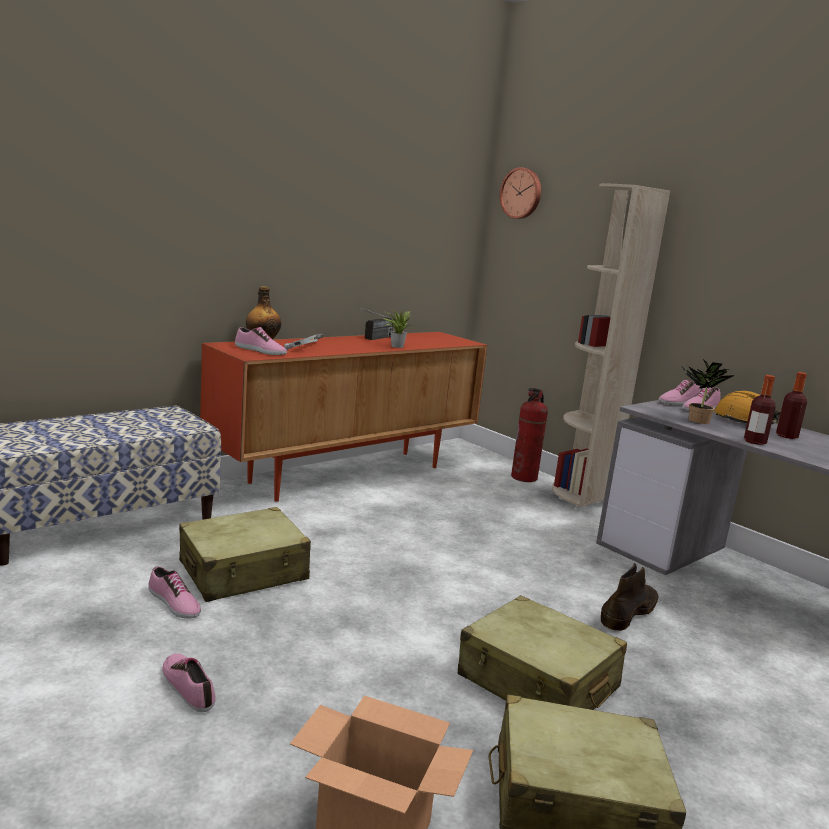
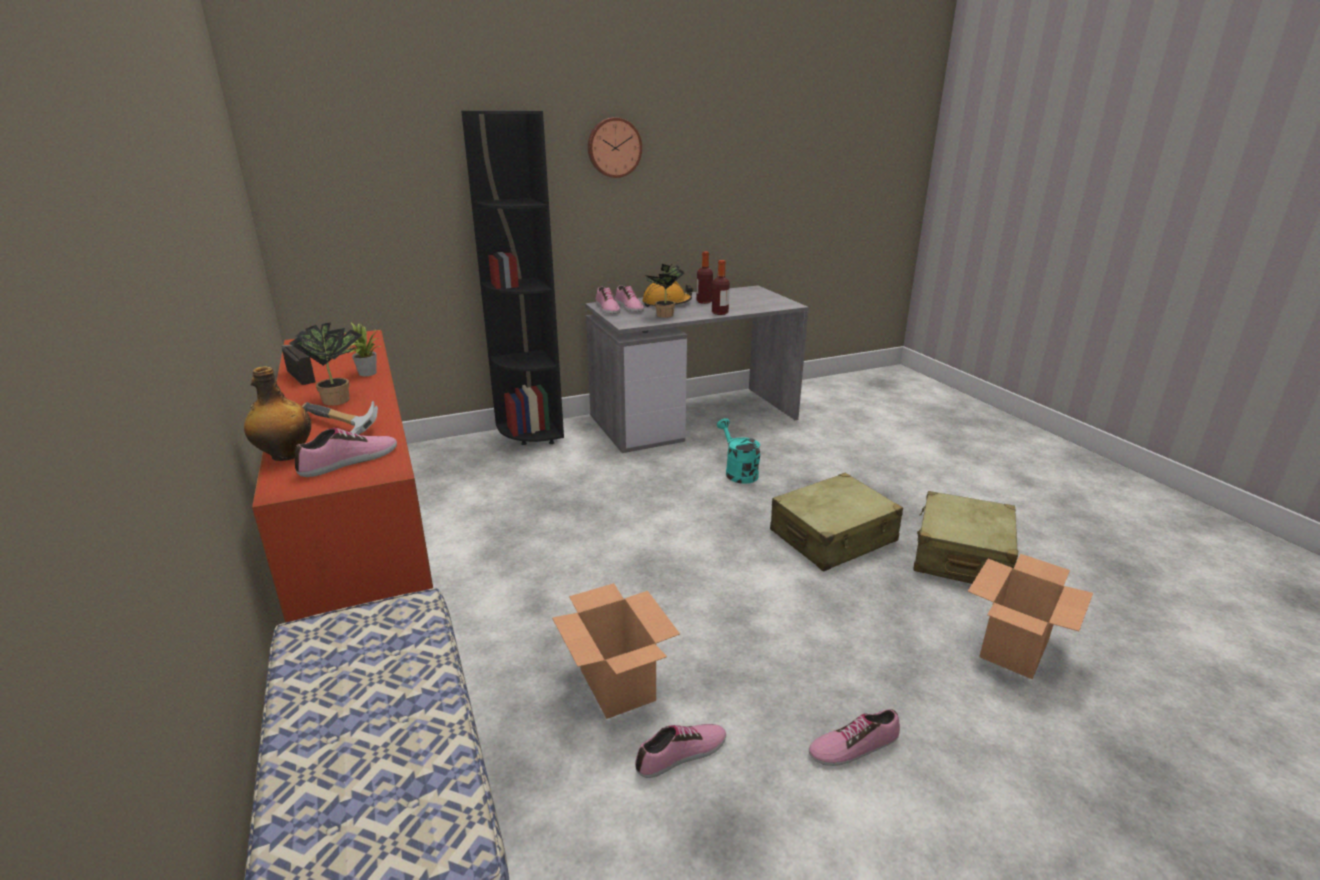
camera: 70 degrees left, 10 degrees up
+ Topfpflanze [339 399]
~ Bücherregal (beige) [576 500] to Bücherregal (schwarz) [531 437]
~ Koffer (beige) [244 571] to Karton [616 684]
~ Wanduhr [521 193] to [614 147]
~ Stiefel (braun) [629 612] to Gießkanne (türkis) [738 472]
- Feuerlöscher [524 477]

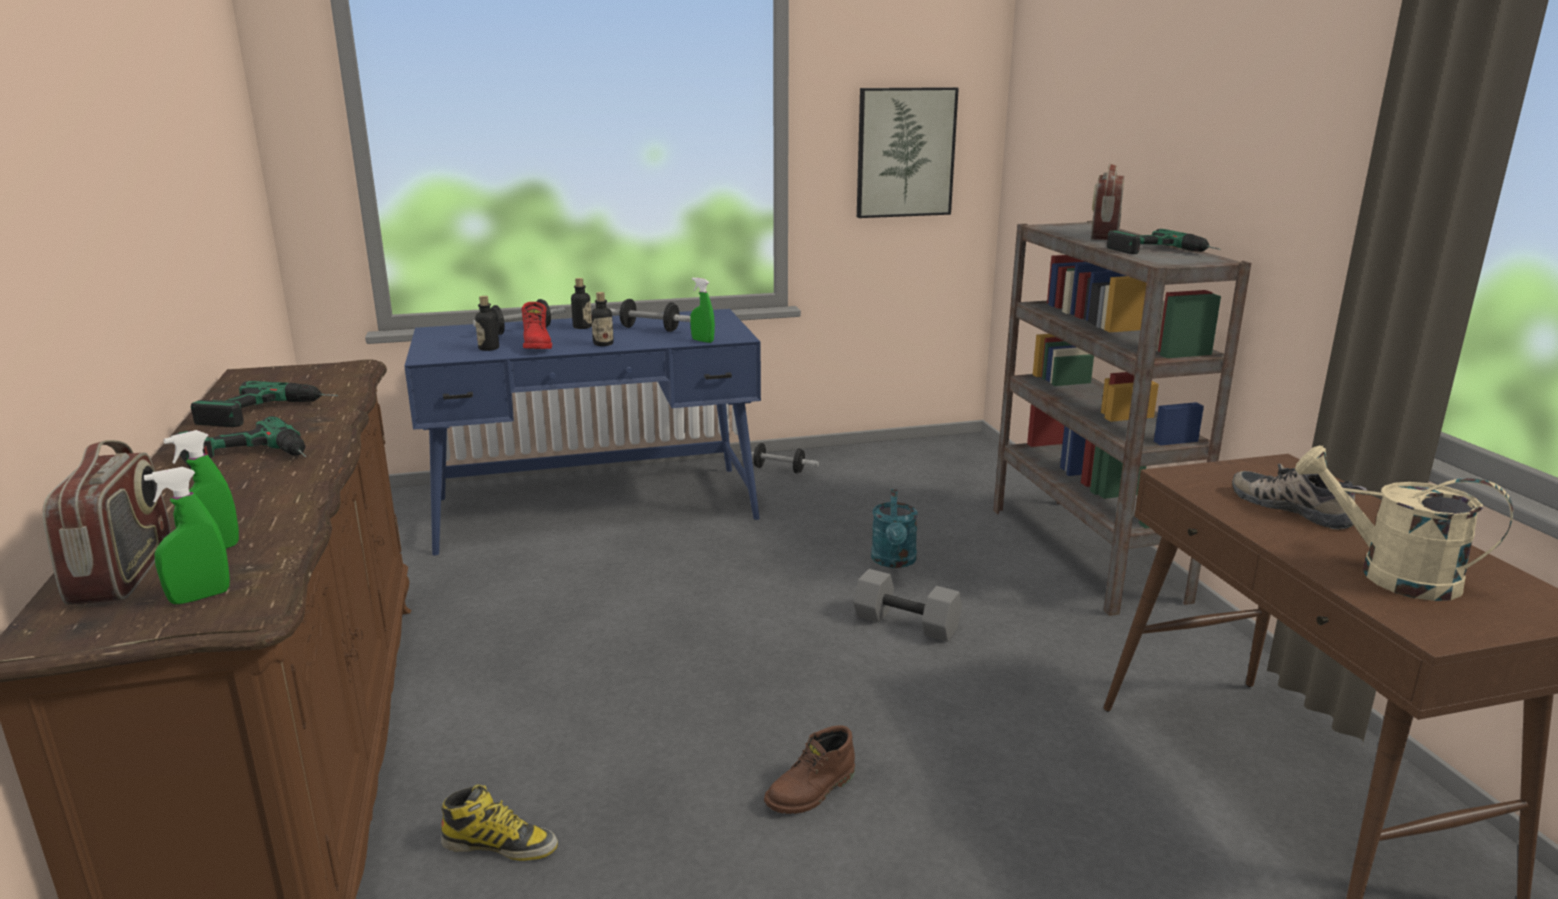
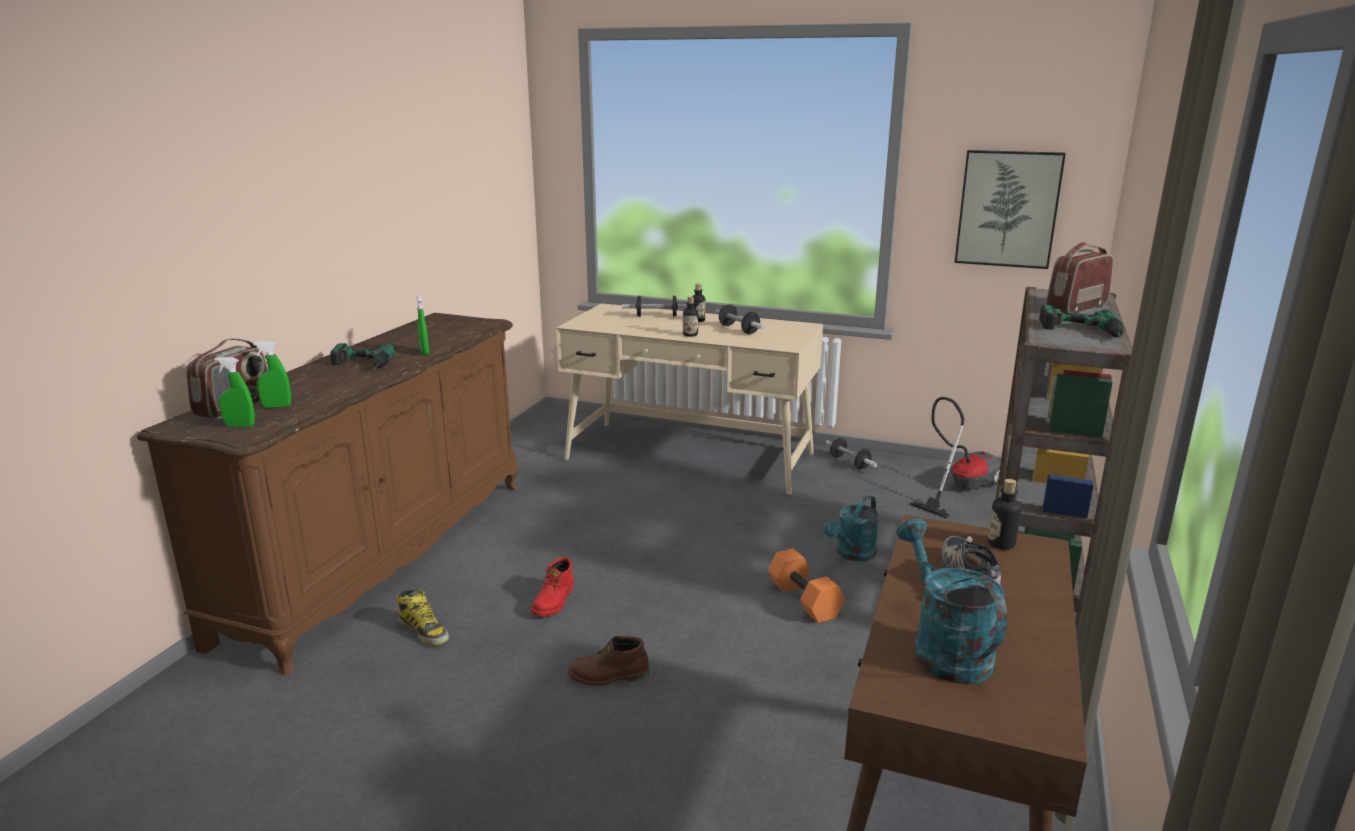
camera: 35 degrees right, 0 degrees up
~ Sprühflasche (grün) [702 341] to [424 352]
~ Stiefel (rot) [537 345] to [554 602]
~ Schreibtisch (blau) [596 508] to Schreibtisch (beige) [690 456]
~ Hantel (grau) [907 623] to Hantel (orange) [805 600]
~ Gießkanne (beige) [1390 574] to Gießkanne (türkis) [943 648]
+ Staubsauger [960 488]
~ Flasche [489 348] to [1001 544]
- Bohrmaschine [271 412]

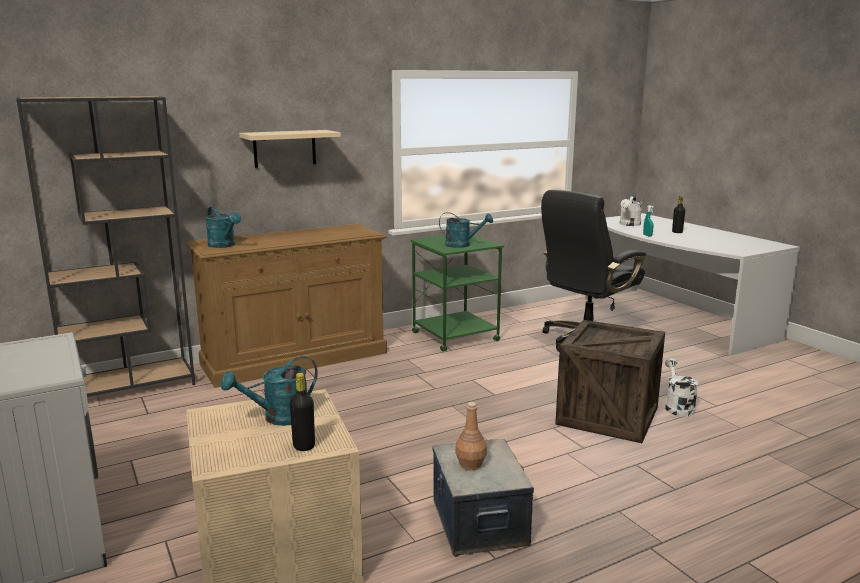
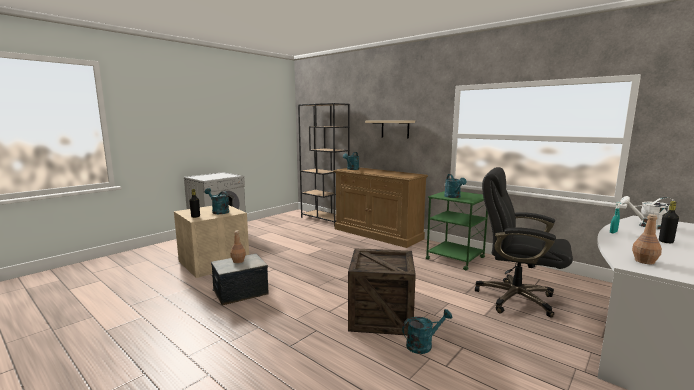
camera: 70 degrees right, 5 degrees down
~ Gießkanne (weiß) [677 406] to Gießkanne (türkis) [423 345]
+ Flasche (braun) [644 261]

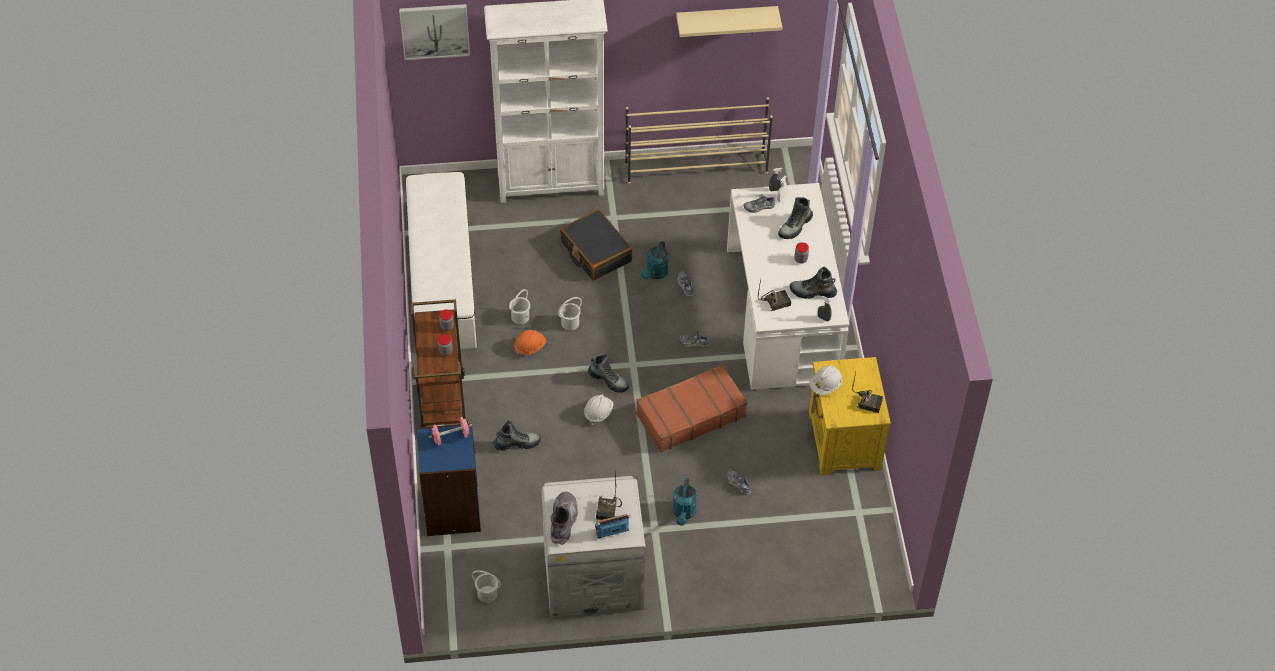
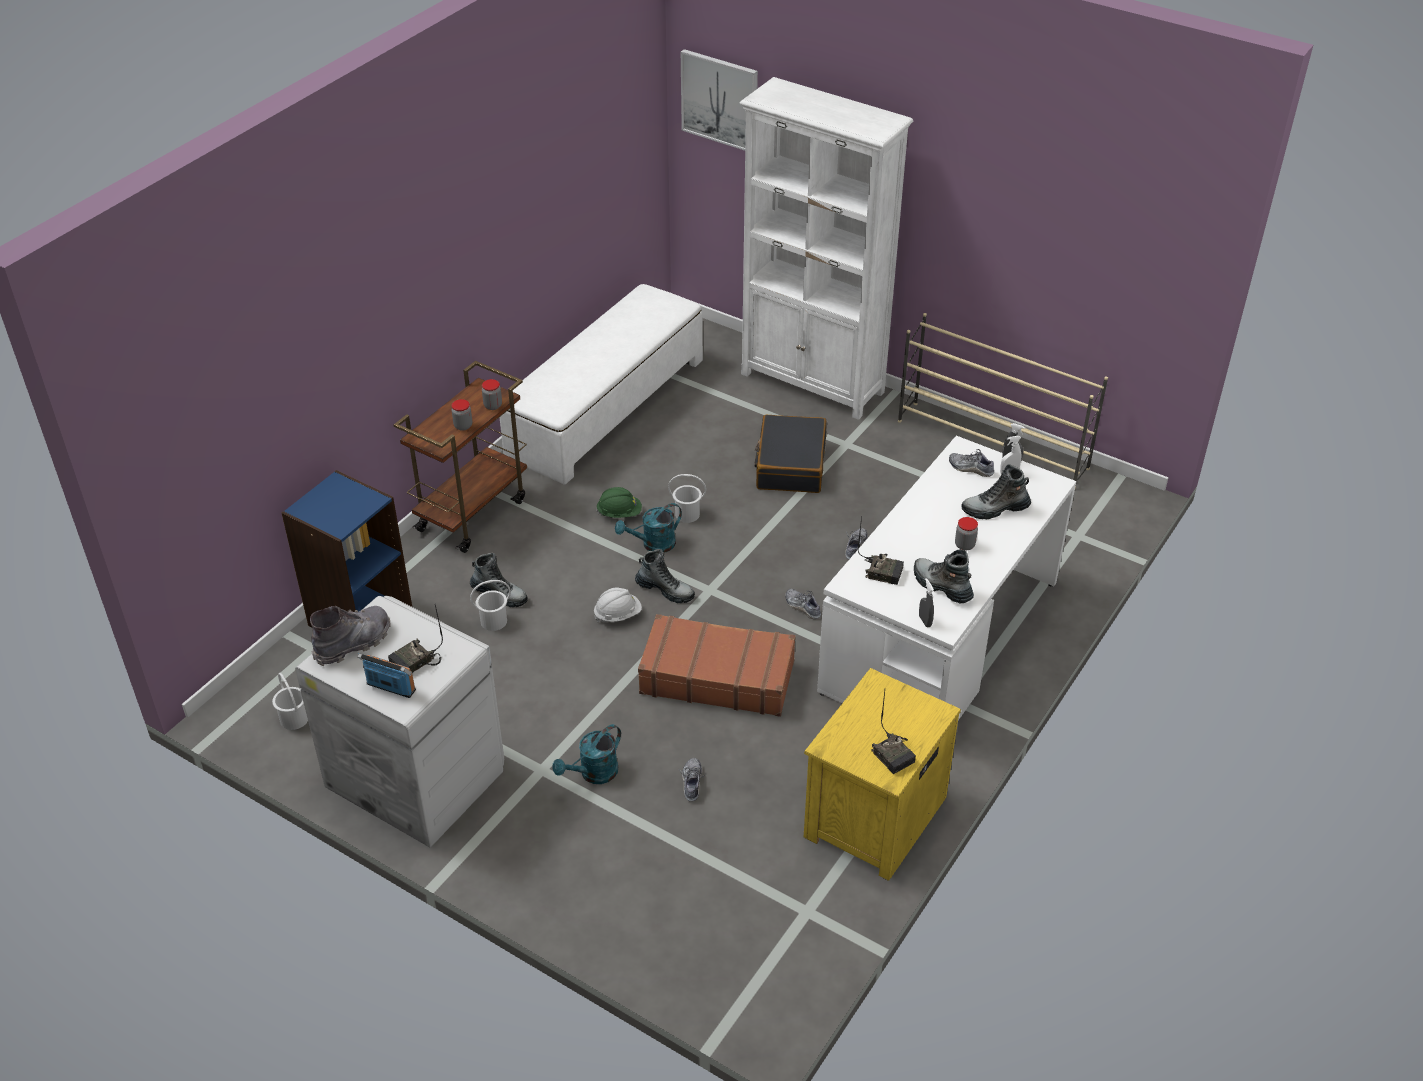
camera: 40 degrees right, 10 degrees down
~ Eimer (weiß) [520 317] to [493 621]
~ Schutzhelm (orange) [530 347] to Schutzhelm (grün) [619 513]
~ Gießkanne (türkis) [655 274] to [653 545]
~ Stiefel [608 380] = [665 590] 45 degrees counterclockwise
- Hantel (rosa) [451 437]
- Wandregal (beige) [726 20]
- Schutzhelm (weiß) [825 386]

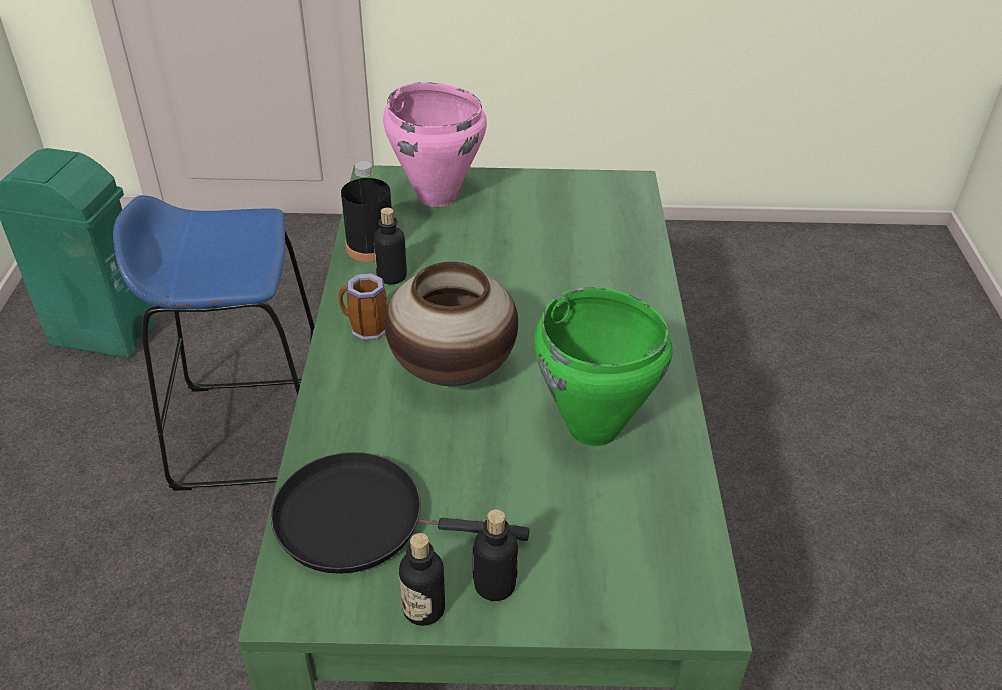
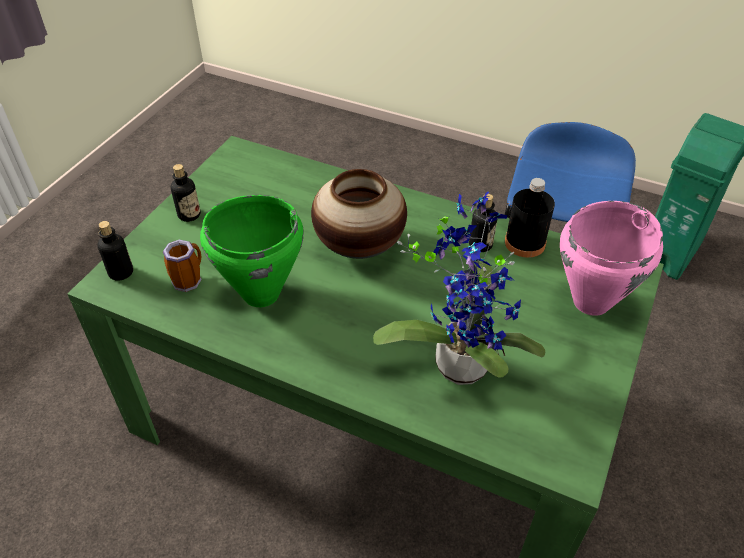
camera: 115 degrees right, 5 degrees up
~ Flasche [424 609] to [121 272]
~ Henkelbecher [365 330] to [188 279]
+ Topfpflanze [460 360]
- Pfanne (schwarz) [360 519]

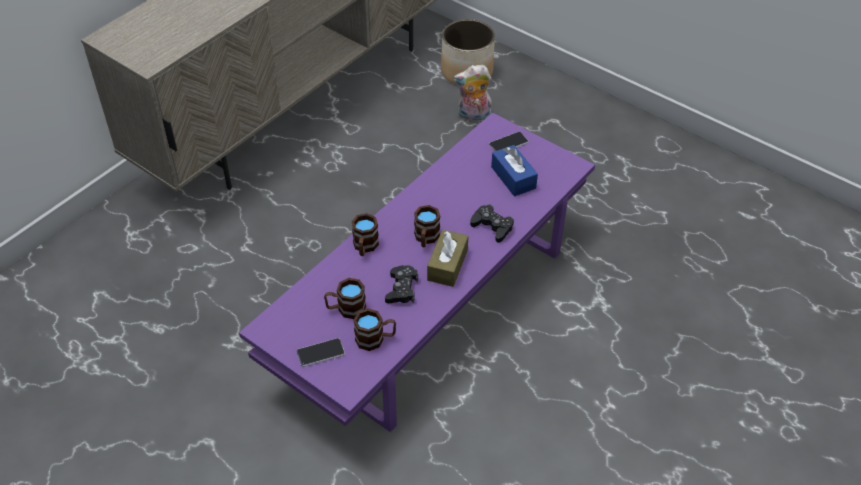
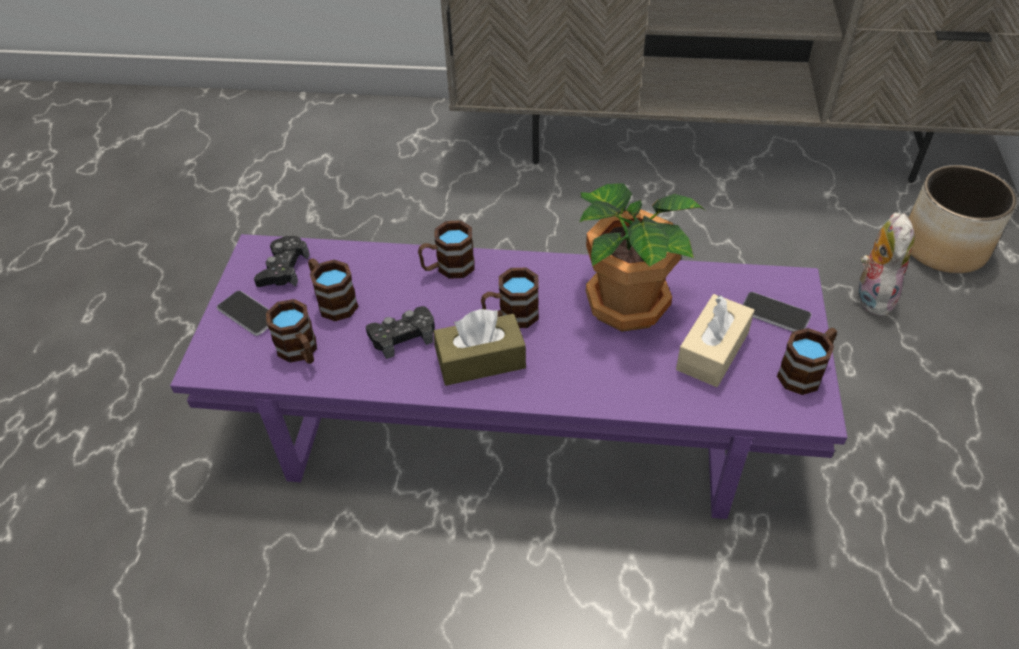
camera: 60 degrees right, 0 degrees up
~ Gamepad (schwarz) [492 226] to [283 269]
+ Topfpflanze [627 302]
~ Taschentuchbox (blau) [513 177] to Taschentuchbox (beige) [712 351]
+ Henkelbecher (braun) [805 372]
~ Plüschtier [473 117] = [871 295] 45 degrees clockwise

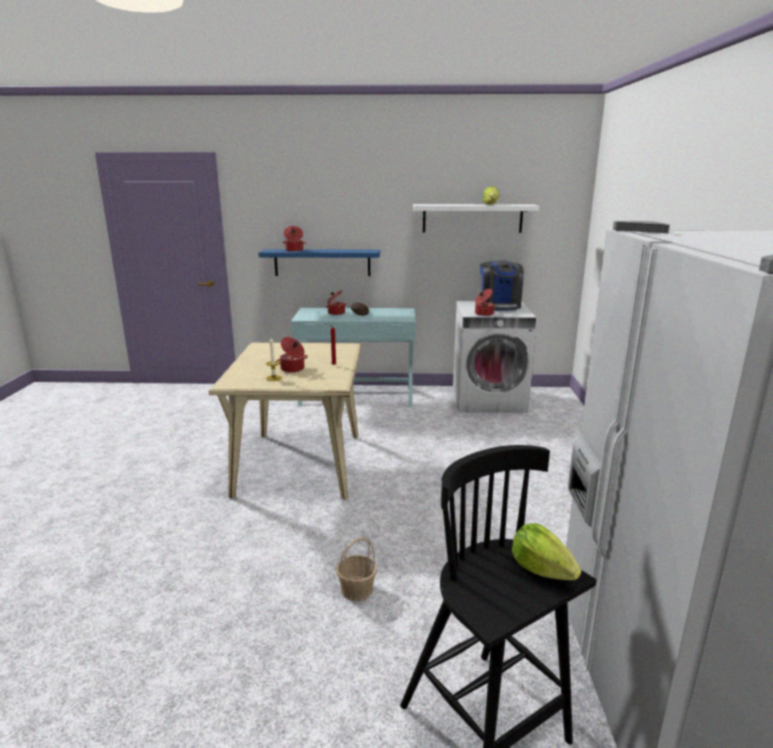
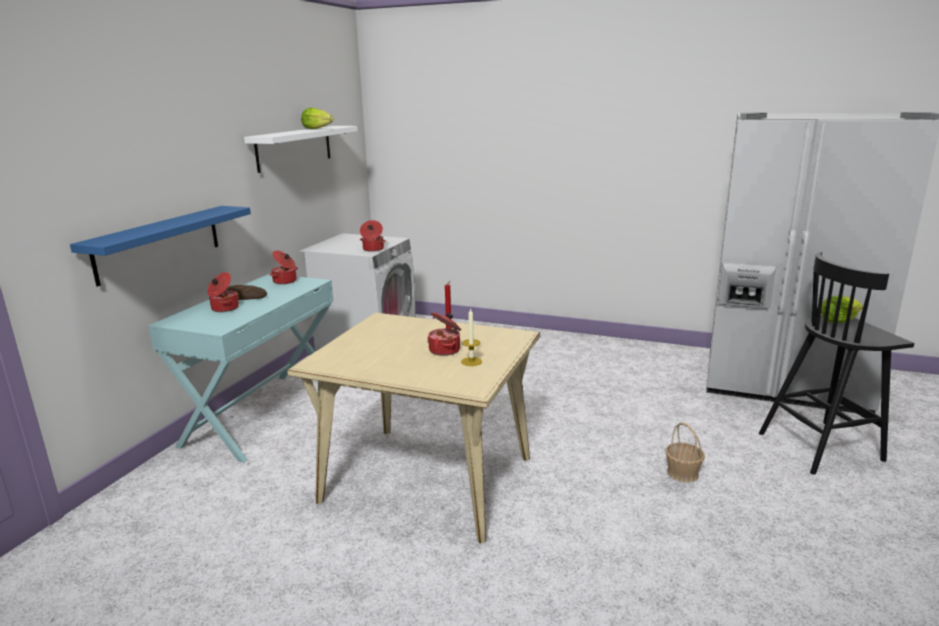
camera: 70 degrees left, 0 degrees up
~ Kochtopf [294 250] to [285 281]
- Kaffeemaschine [499 306]

